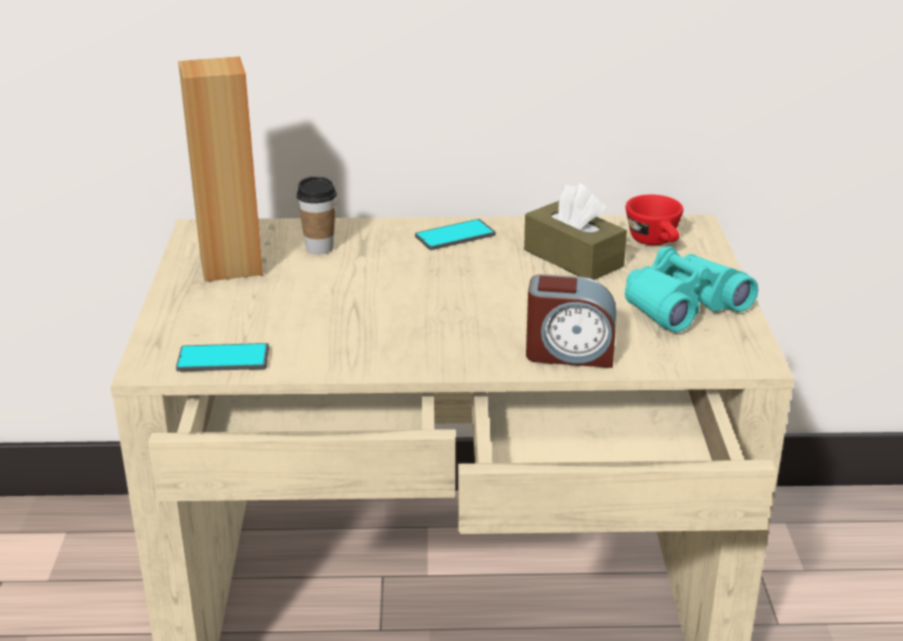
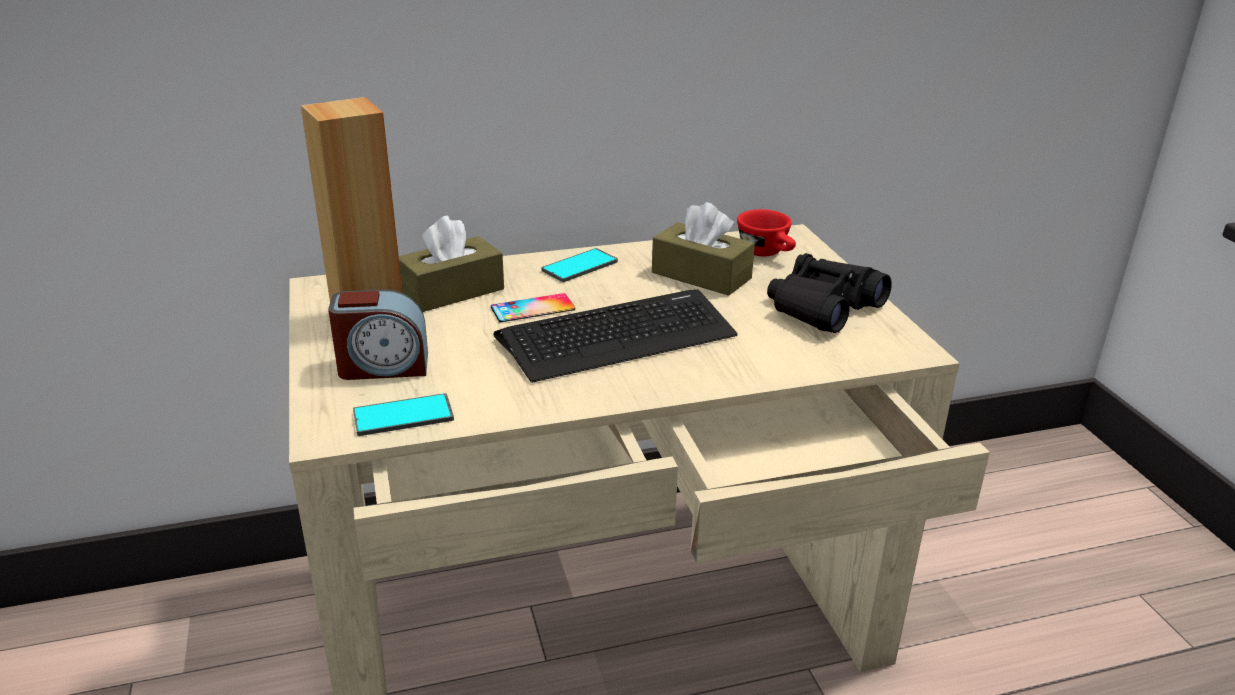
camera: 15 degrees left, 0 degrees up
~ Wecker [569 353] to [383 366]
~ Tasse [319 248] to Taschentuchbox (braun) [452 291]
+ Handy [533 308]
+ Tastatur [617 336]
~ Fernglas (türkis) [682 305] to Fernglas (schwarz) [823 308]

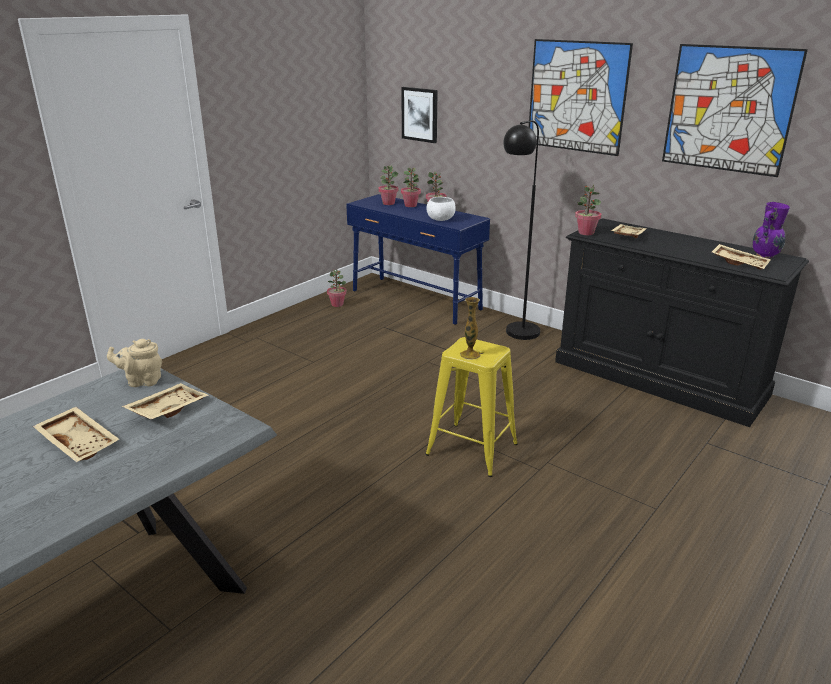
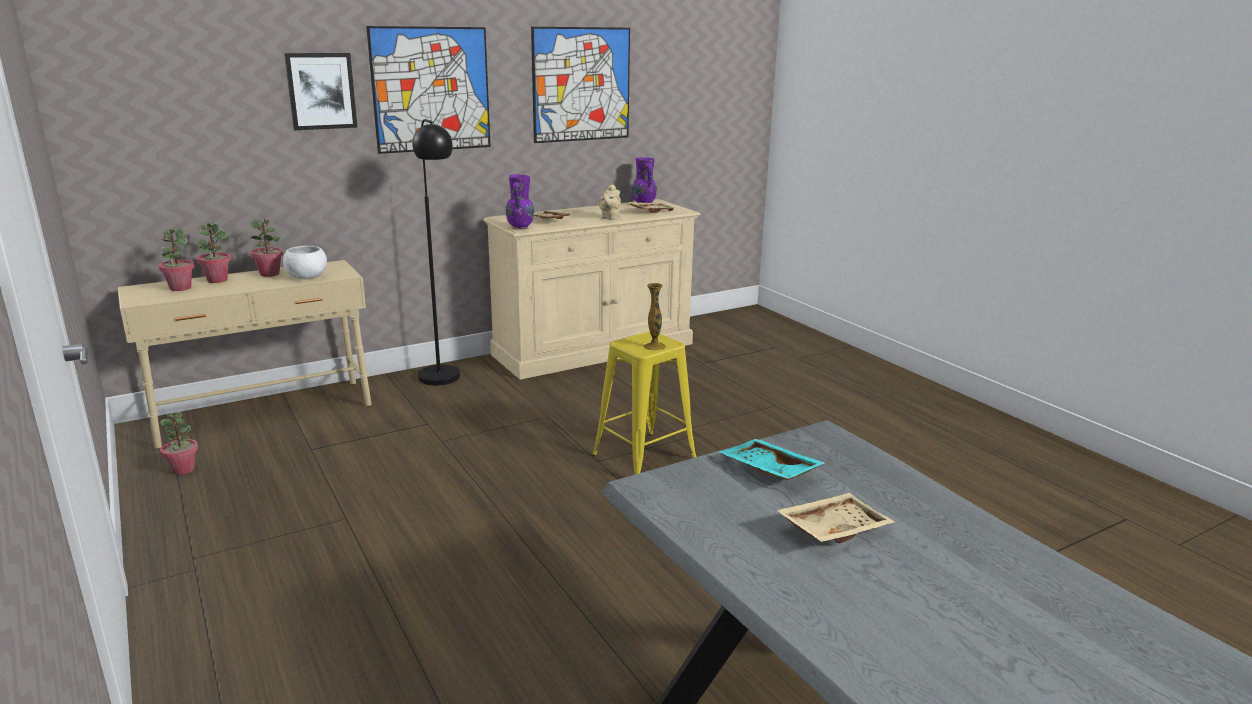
camera: 70 degrees left, 5 degrees down
~ Konsolentisch (blau) [415 300] to Konsolentisch (beige) [264 414]
~ Bild [420 114] to [321 91]
~ Schrank (schwarz) [659 379] to Schrank (beige) [595 349]
~ Topfpflanze [586 233] to Vase (lila) [520 228]
~ Teekanne (beige) [142 381] to [610 218]
~ Tablett (beige) [167 409] to Tablett (türkis) [768 471]

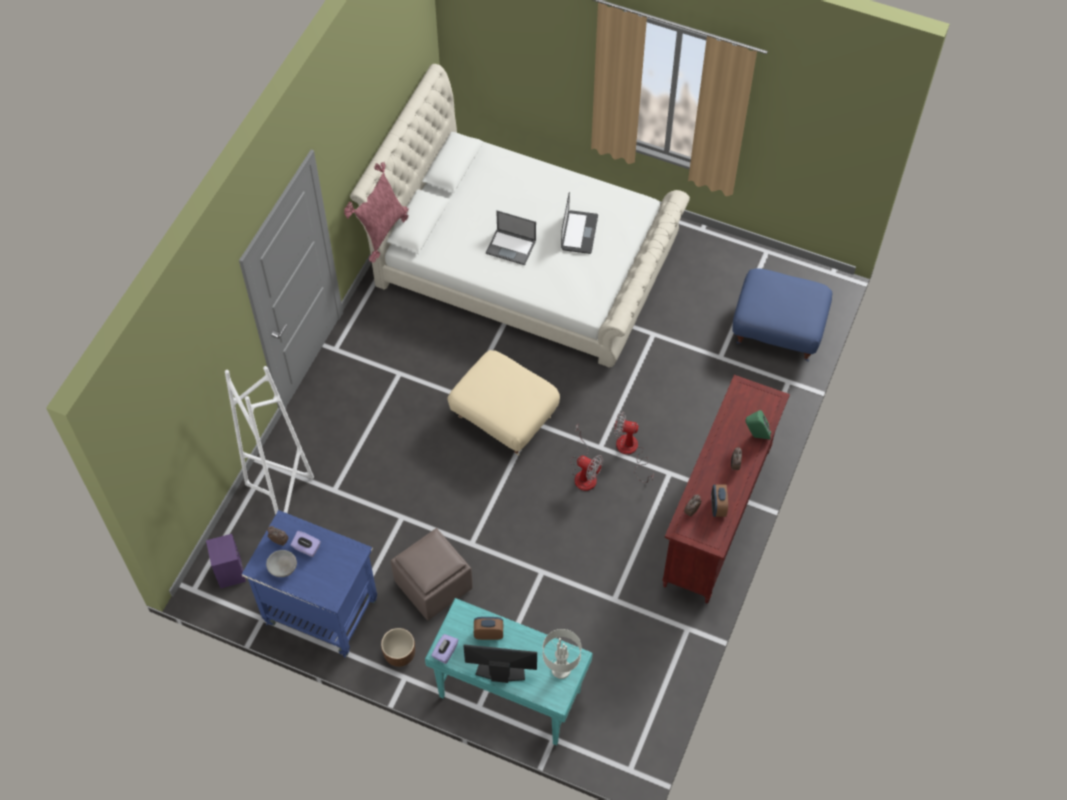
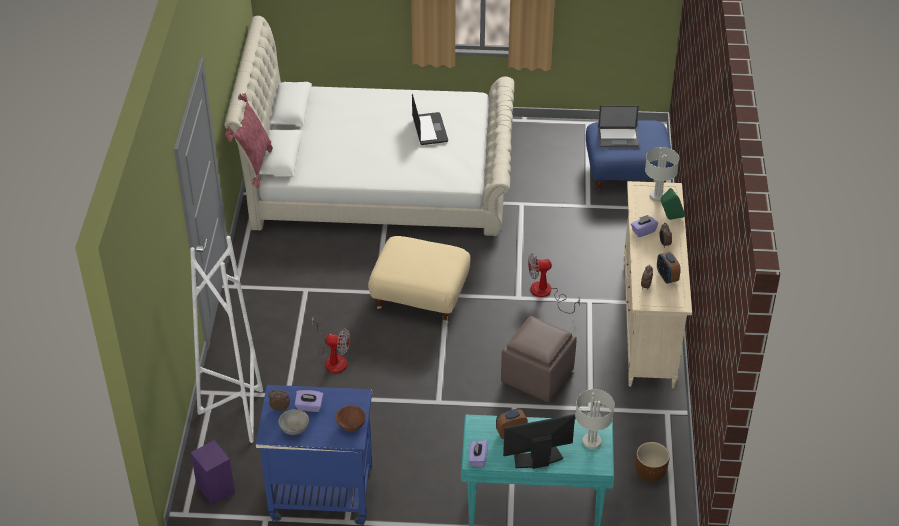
camera: 20 degrees left, 15 degrees down
~ Ventilator [584 473] to [332 359]
+ Schüssel (braun) [350 425]
~ Polsterhocker (braun) [433 586] to [537 376]
~ Laptop [511 247] to [618 137]
~ Kommode (rot) [717 518] to Kommode (beige) [648 322]
+ Taschentuchbox (lila) [643 231]
~ Pflanzkübel (braun) [399 654] to [650 473]
+ Tischlampe (grau) [658 196]

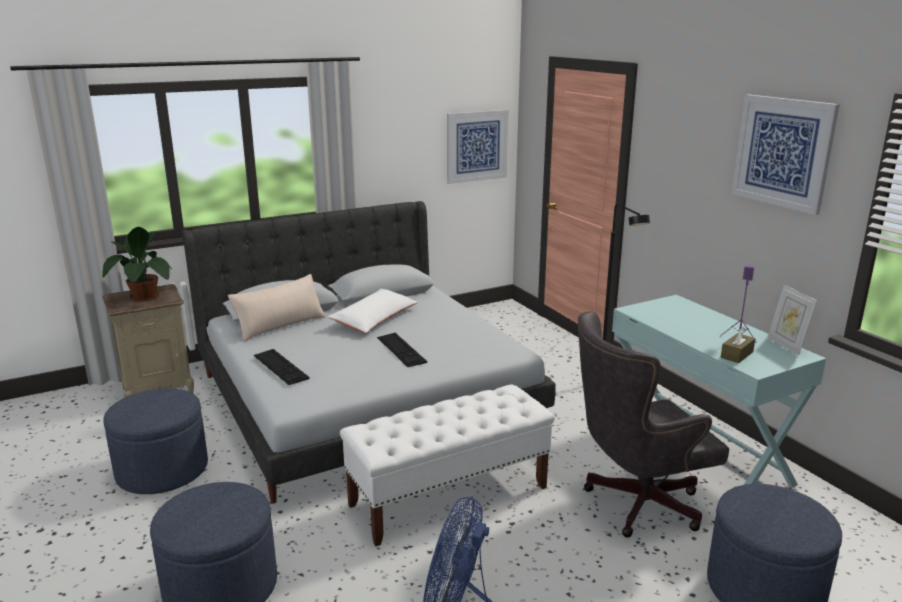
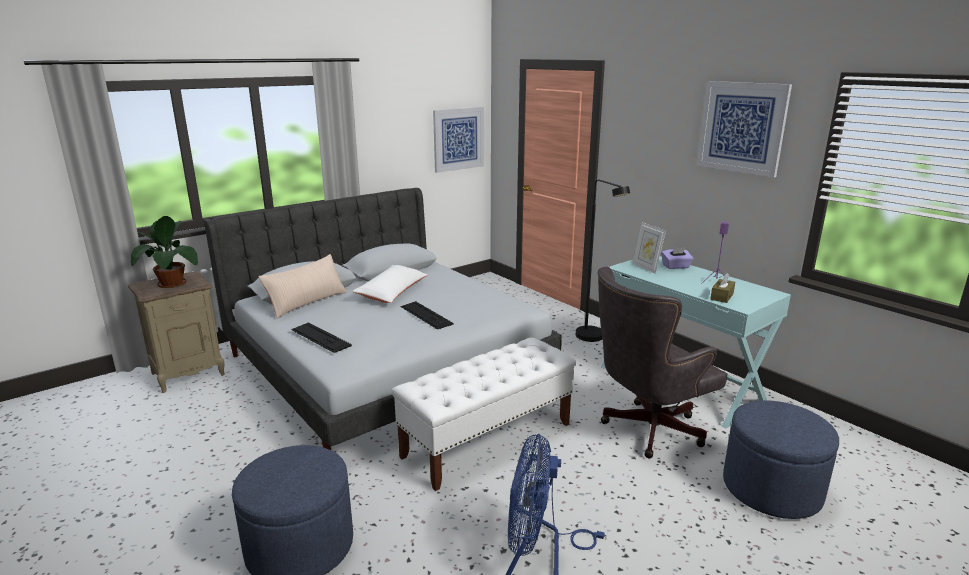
camera: 10 degrees left, 0 degrees up
~ Bilderrahmen [786 345] to [646 268]
+ Taschentuchbox (lila) [676 266]
- Polsterhocker (blau) [162 470]

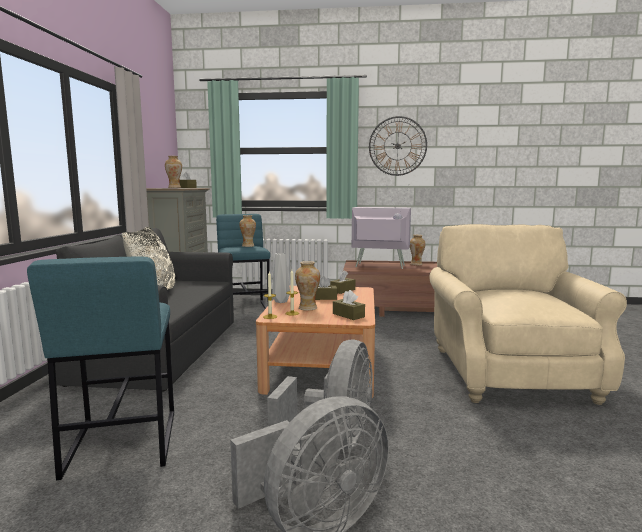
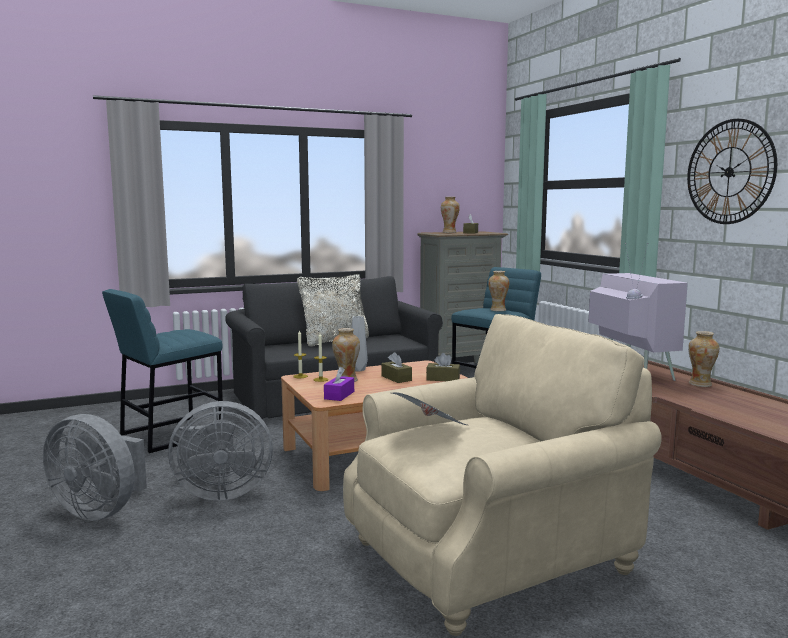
camera: 60 degrees right, 0 degrees up
~ Taschentuchbox (braun) [348 315] to Taschentuchbox (lila) [339 395]
+ Zeitung [431 430]

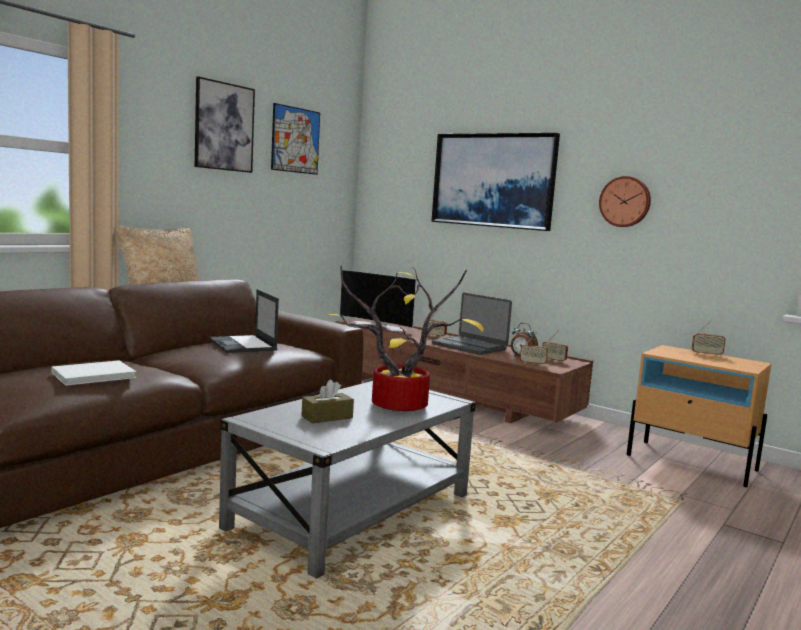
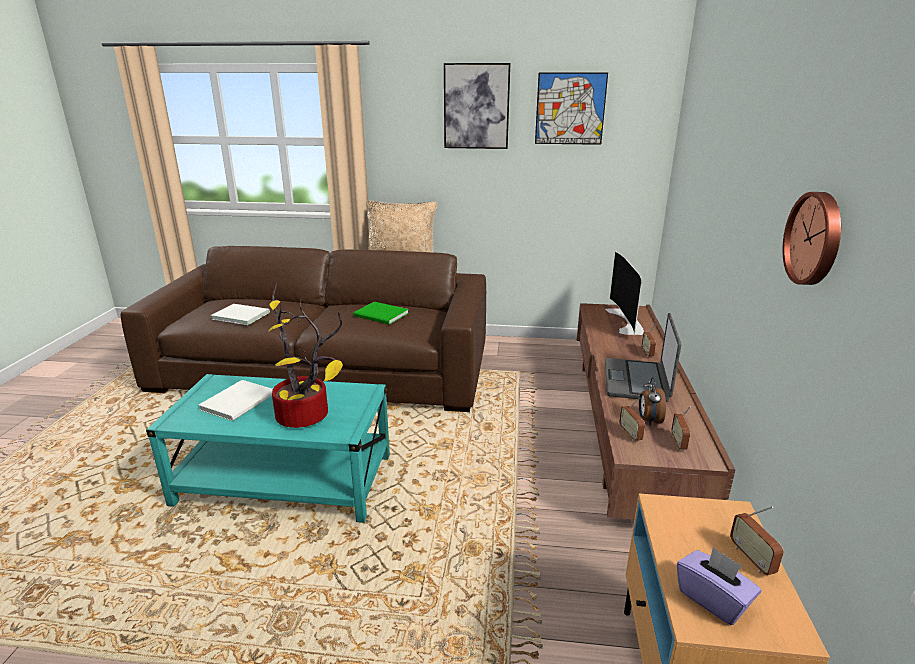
camera: 60 degrees right, 15 degrees up
~ Couchtisch (grau) [352 511] to Couchtisch (türkis) [285 479]
~ Taschentuchbox (braun) [327 417] to Buch (weiß) [240 401]
~ Laptop [243 345] to Buch (grün) [381 315]
+ Taschentuchbox (lila) [713 599]
- Bild [493 180]

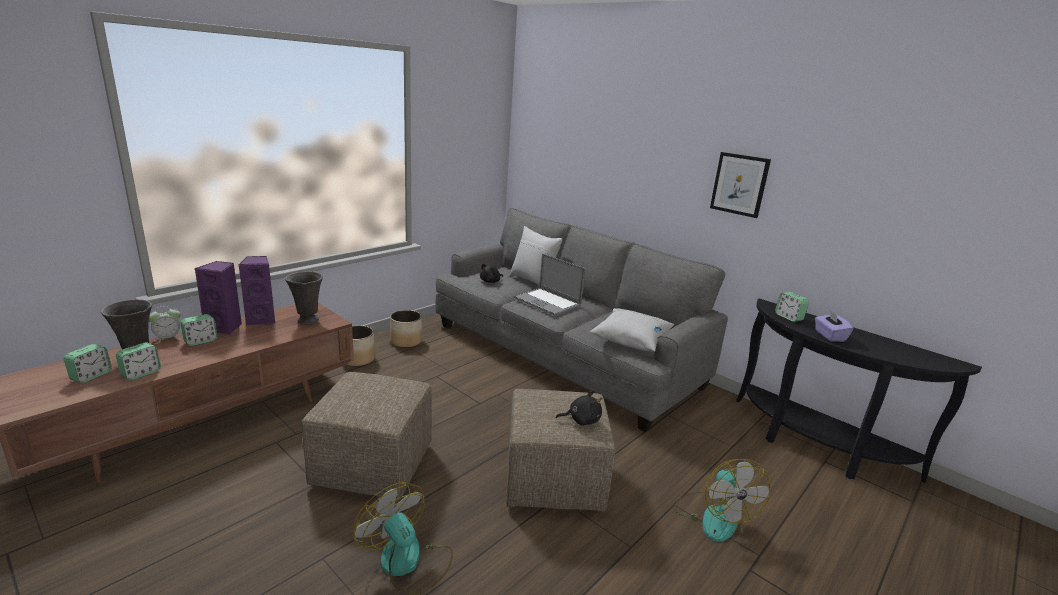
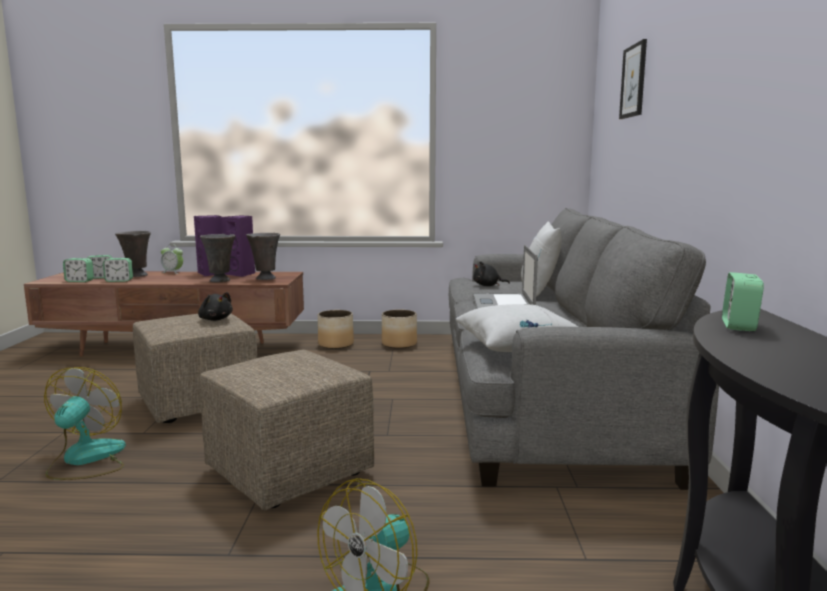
camera: 50 degrees right, 10 degrees down
~ Wecker [201 341] to [79 281]
~ Plüschtier (schwarz) [581 420] to [215 319]
+ Vase (grau) [220 281]
~ Bild [739 184] to [633 81]
- Taschentuchbox (lila) [829 336]

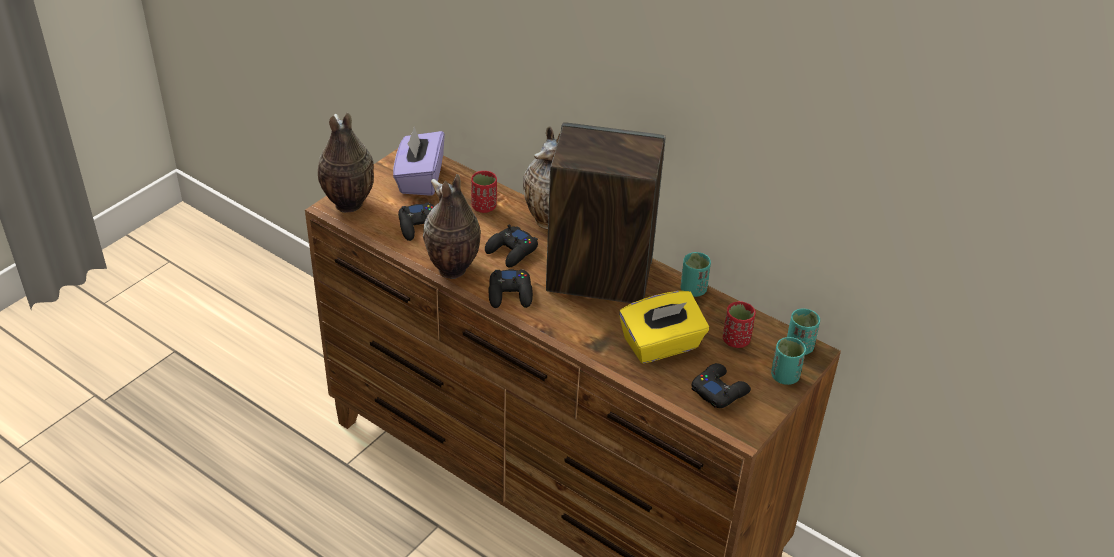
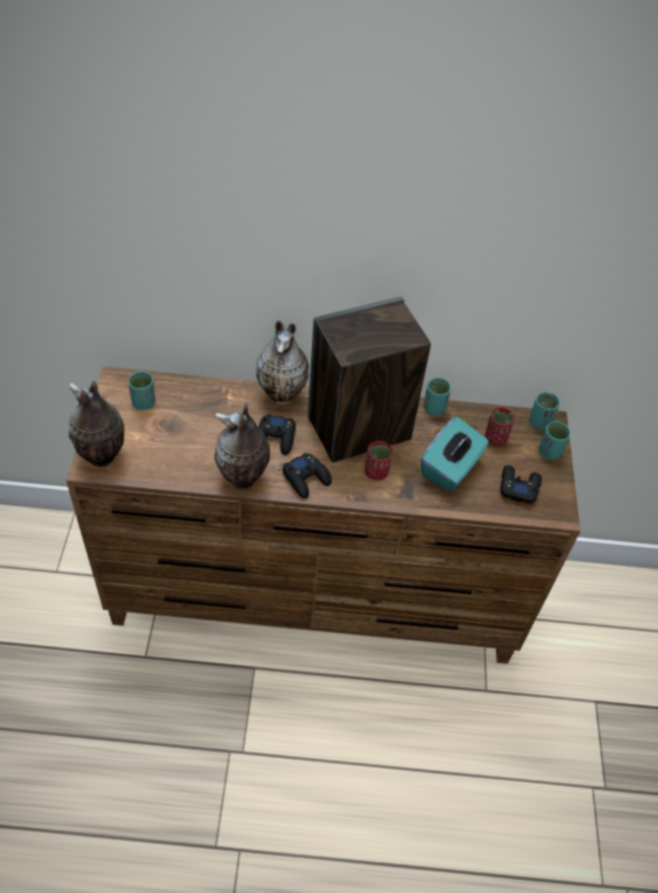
camera: 35 degrees left, 10 degrees up
~ Taschentuchbox (lila) [420 179] to Tasse (türkis) [144 403]
~ Tasse (rot) [484 207] to [376 472]
~ Taschentuchbox (gelb) [661 345] to Taschentuchbox (türkis) [450 468]
- Gamepad (schwarz) [420 226]

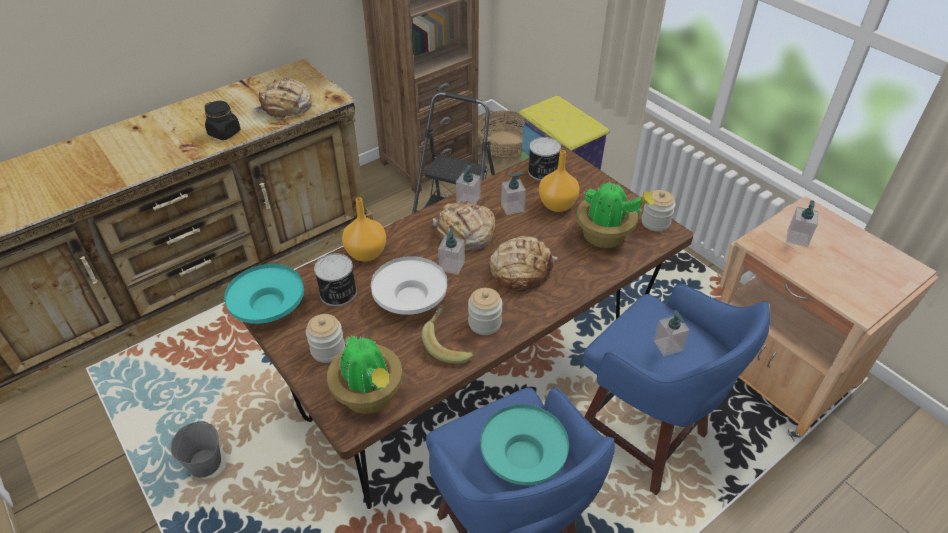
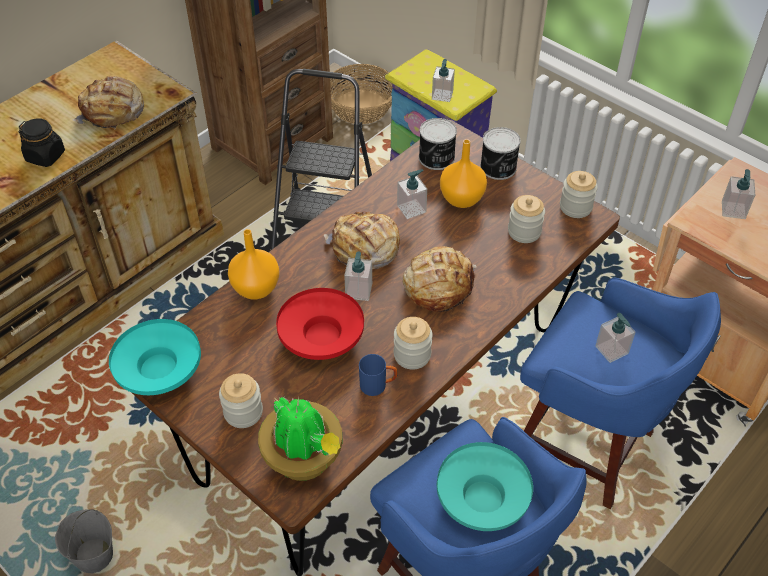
camera: 10 degrees left, 5 degrees up
~ Schüssel (weiß) [410 299] to Schüssel (rot) [321 337]
~ Banane [449 344] to Henkelbecher (blau) [378 385]
~ Seifenspender [468 200] to [442 95]
~ Dose [338 293] to [498 168]
~ Topfpflanze [606 236] to Vorratsglas [524 231]

